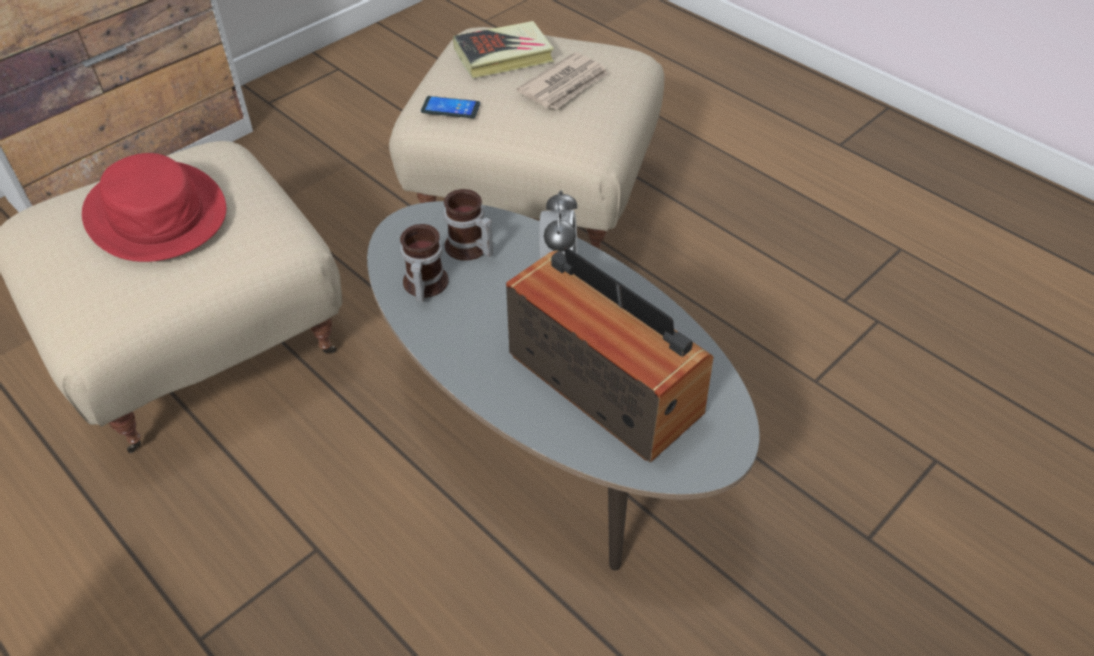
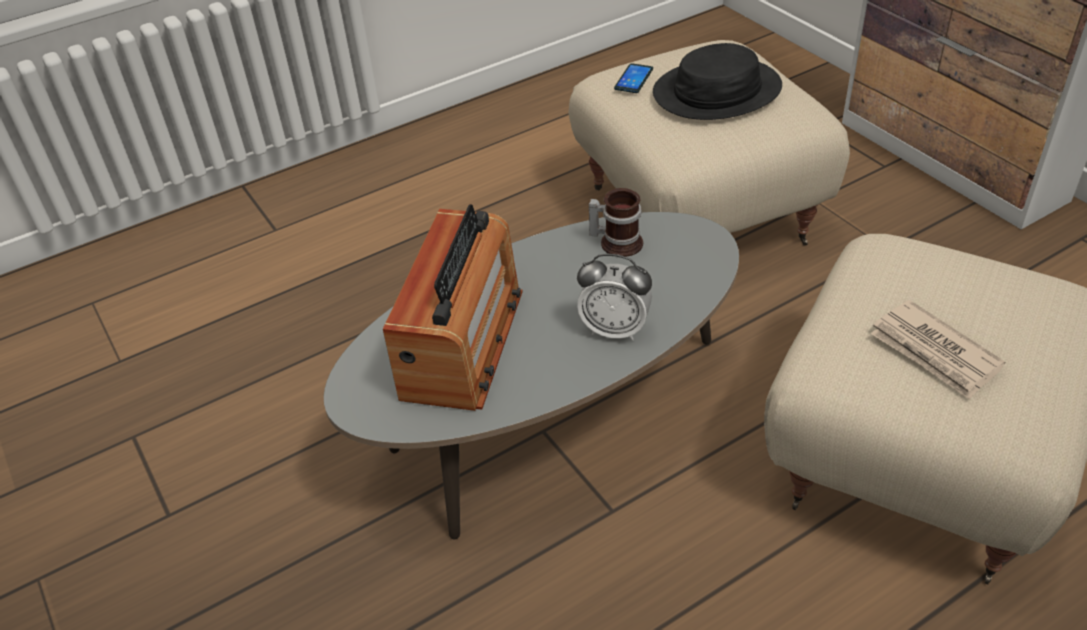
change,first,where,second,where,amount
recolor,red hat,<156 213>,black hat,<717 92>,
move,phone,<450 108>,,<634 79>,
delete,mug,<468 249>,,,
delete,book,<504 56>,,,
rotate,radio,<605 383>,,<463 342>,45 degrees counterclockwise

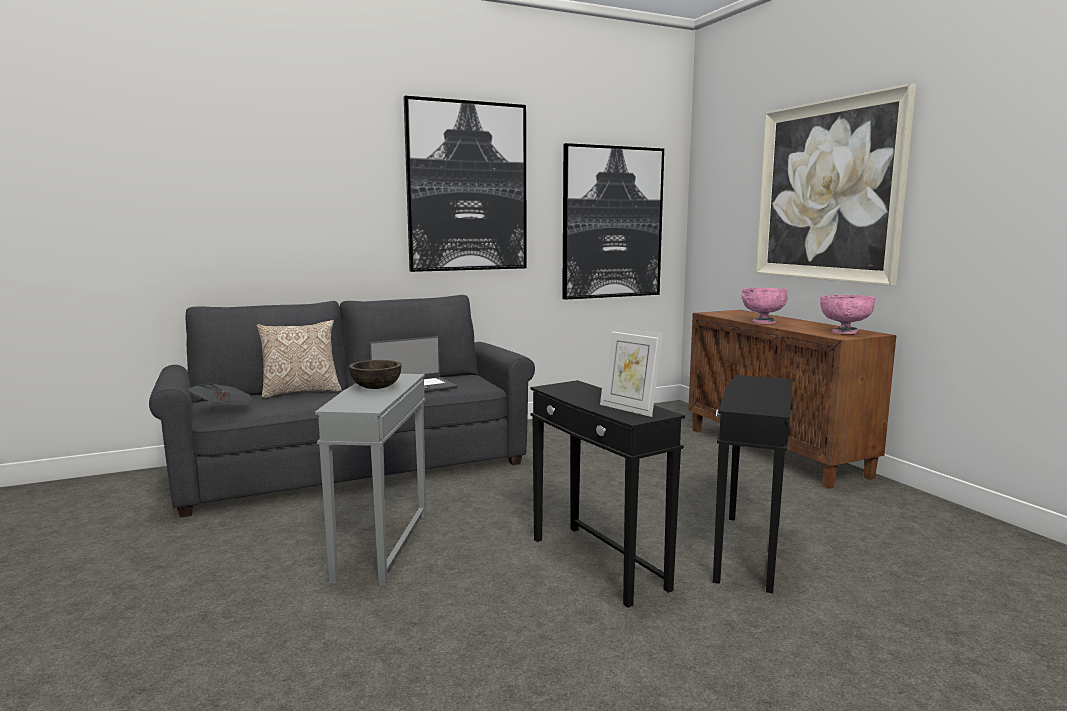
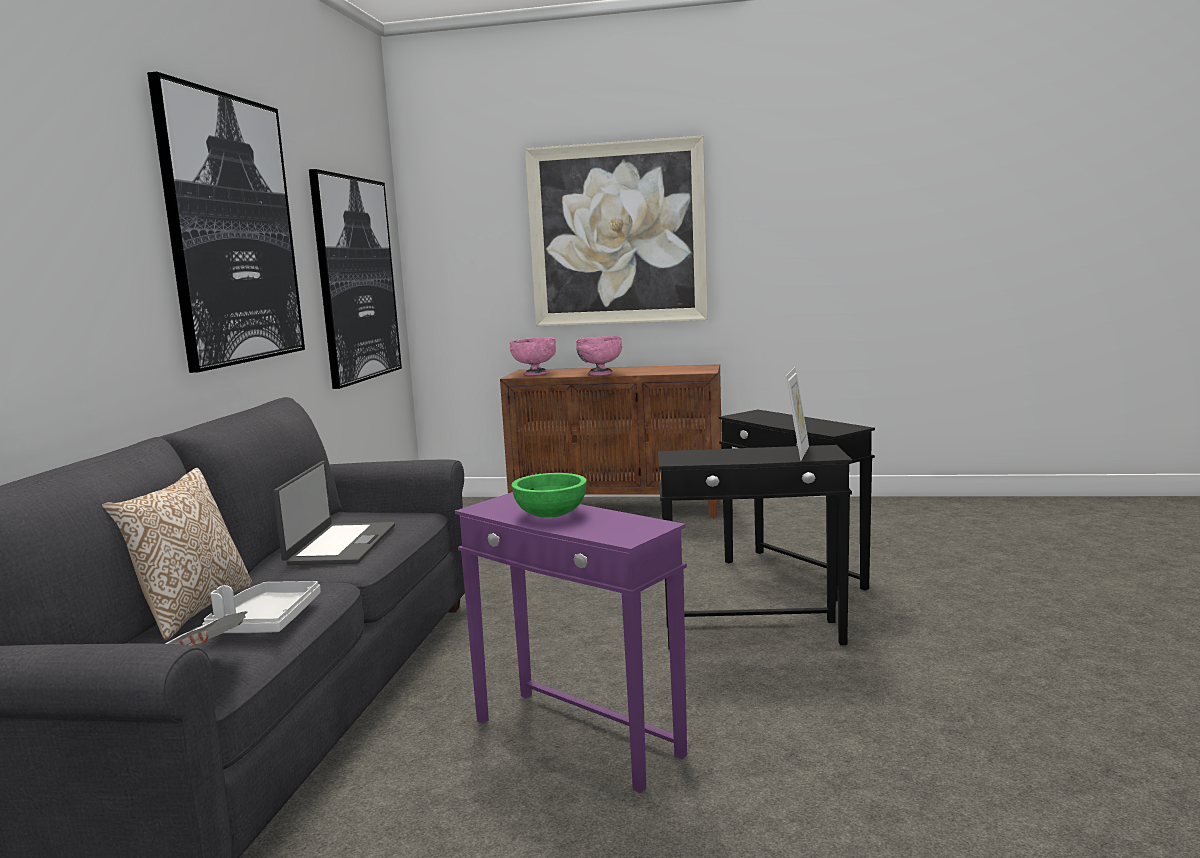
change,first,where,second,where,amount
recolor,grey side table,<381 546>,purple side table,<577 738>,
recolor,brown bowl,<376 387>,green bowl,<551 514>,
rotate,picture frame,<629 409>,,<798 453>,60 degrees counterclockwise
move,pink bowl,<844 332>,,<535 373>,
insert,,,grey tray,<265 622>,

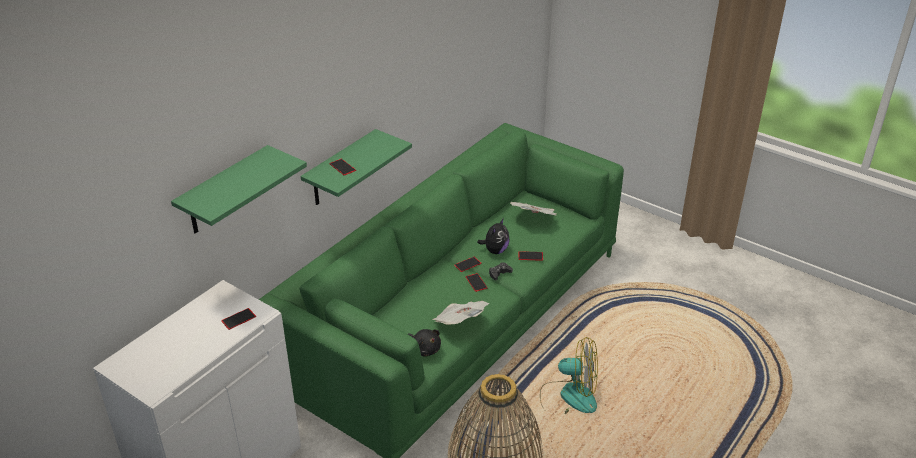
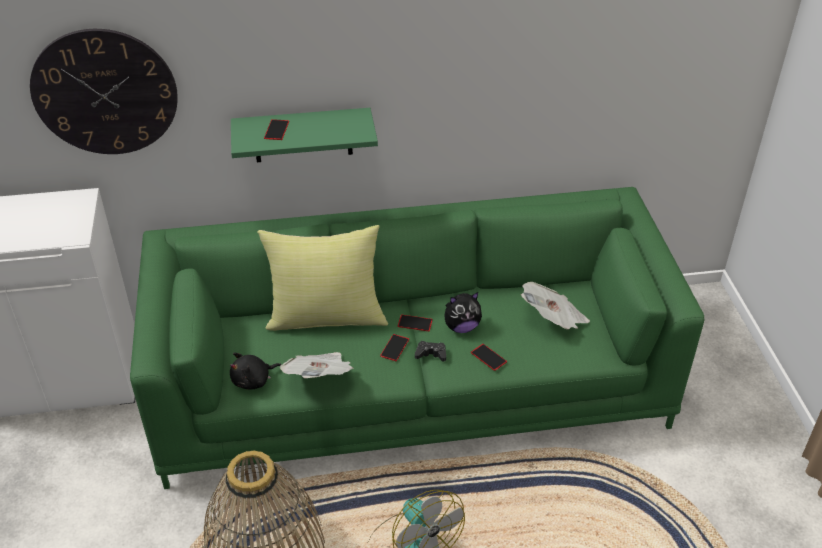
change,first,where,second,where,amount
replace,green shelf,<224 192>,wall clock,<105 93>,
delete,phone,<238 319>,,,
rotate,black plush toy,<424 349>,,<253 380>,60 degrees clockwise
insert,,,yellow pillow,<327 316>,

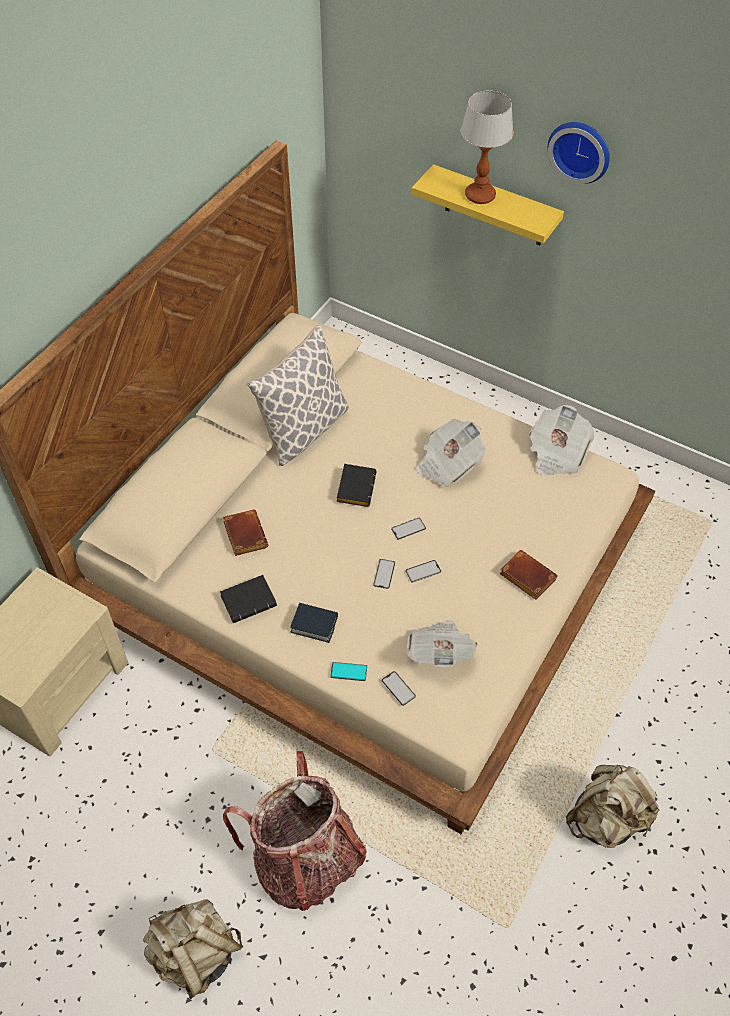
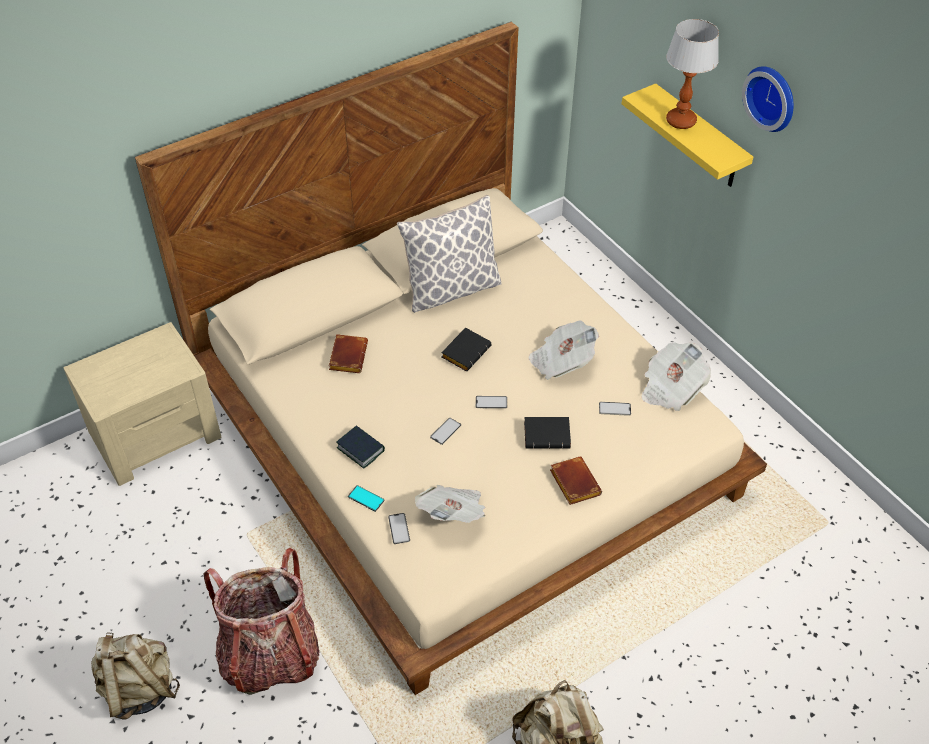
change,first,where,second,where,amount
move,black book,<249 600>,,<548 435>,
move,phone,<423 571>,,<614 409>,

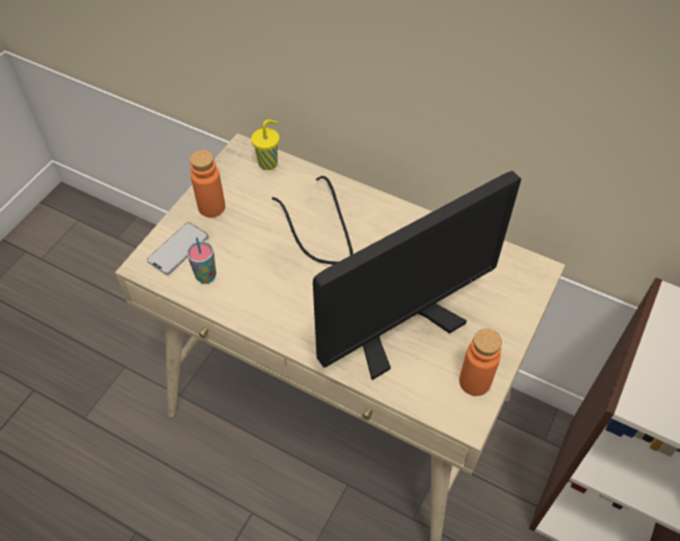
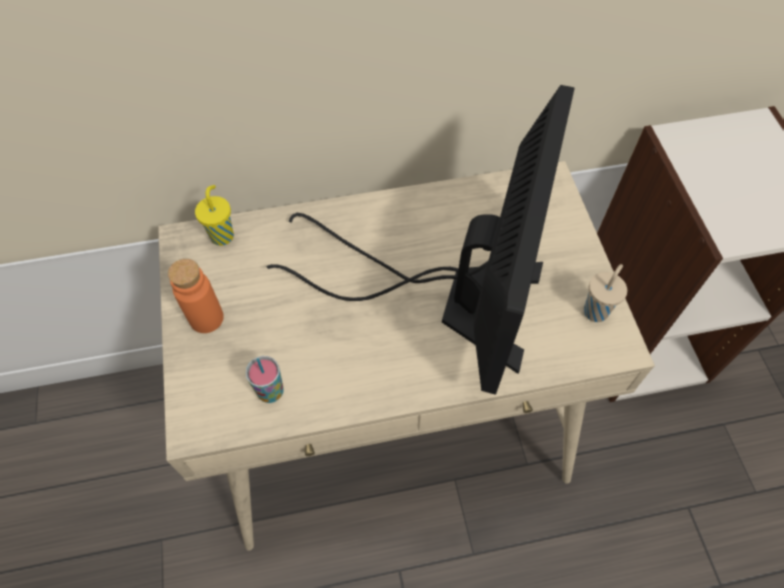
change,first,where,second,where,amount
delete,phone,<178 249>,,,
replace,orange bottle,<474 381>,beige cup,<596 310>,

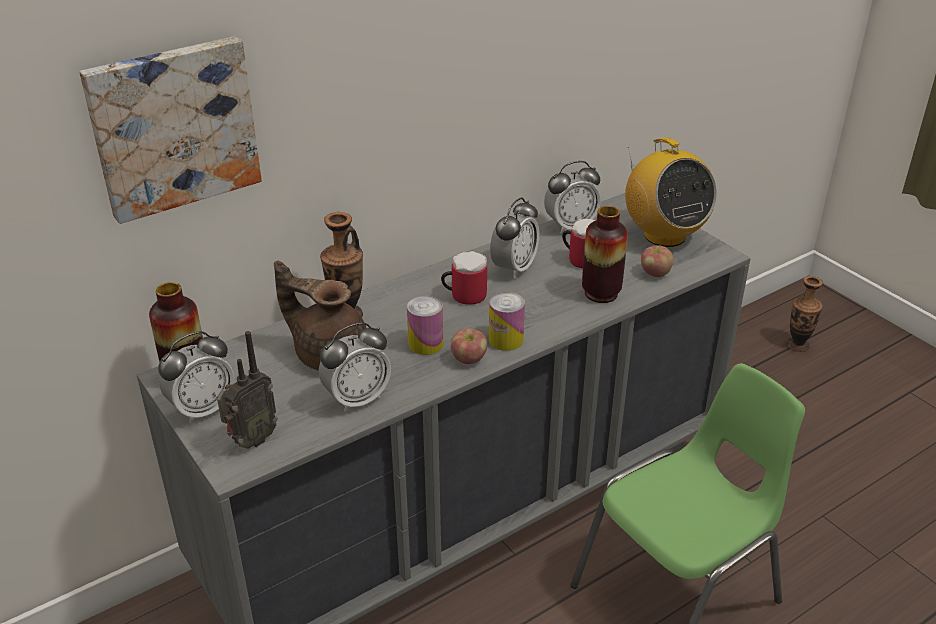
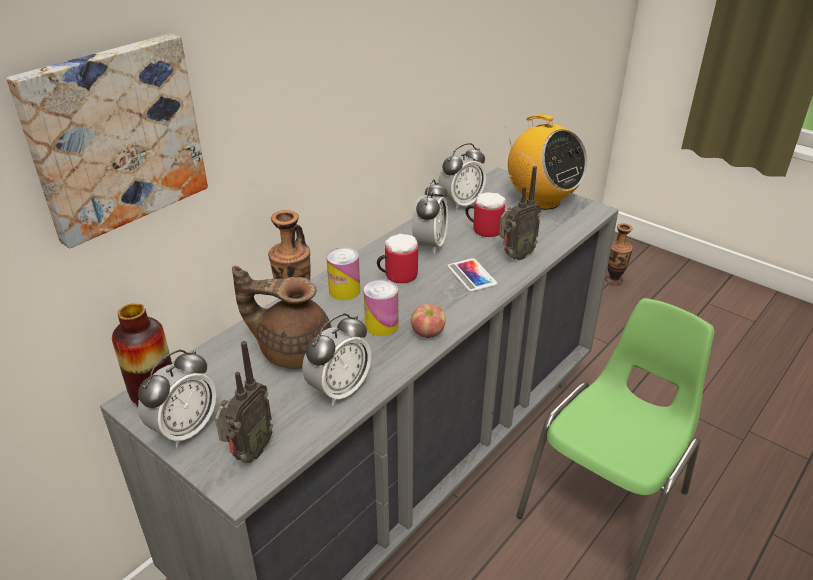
change,first,where,second,where,amount
move,can,<506 340>,,<344 291>,
replace,vase,<601 293>,radio,<514 256>,
delete,apple,<655 273>,,,
insert,,,phone,<471 275>,

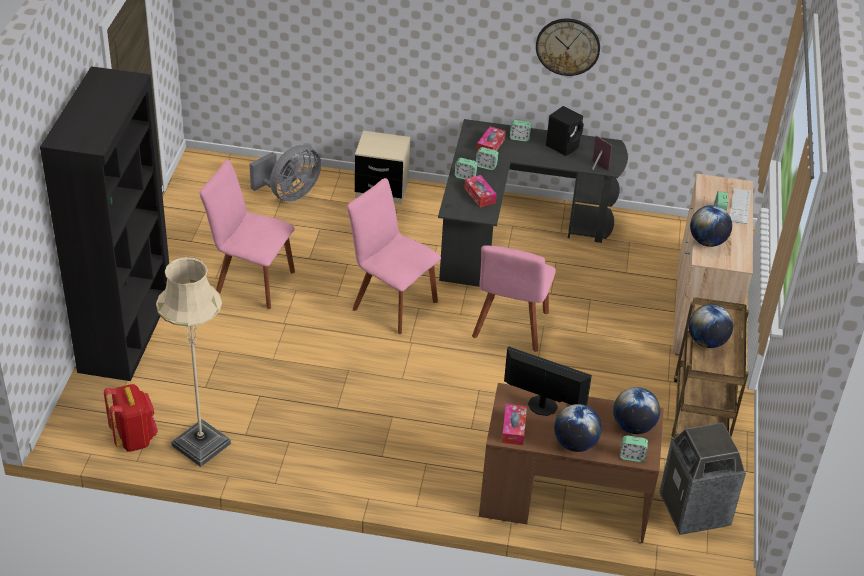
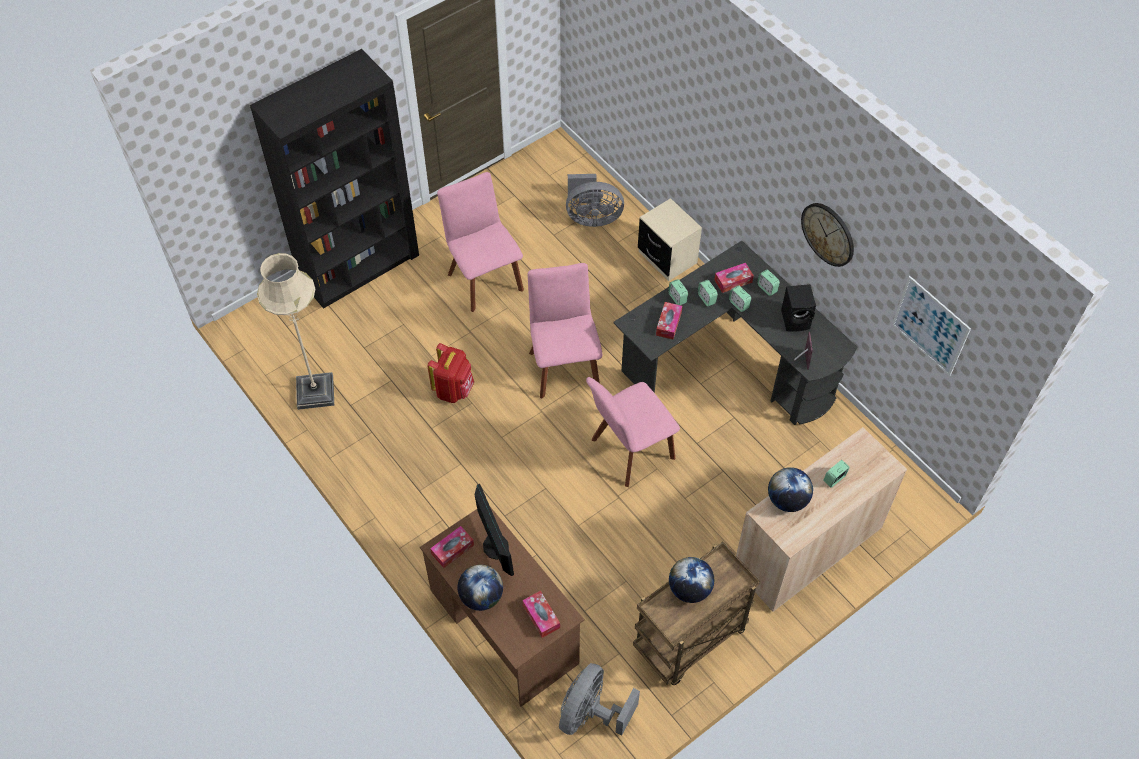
change,first,where,second,where,amount
move,red backpack,<134 438>,,<454 389>,
replace,globe,<633 426>,tissue box,<541 616>,
move,alarm clock,<632 456>,,<739 304>,
replace,trash can,<694 510>,grey fan,<591 713>,
delete,keyboard,<739 206>,,,
insert,,,picture,<930 326>,

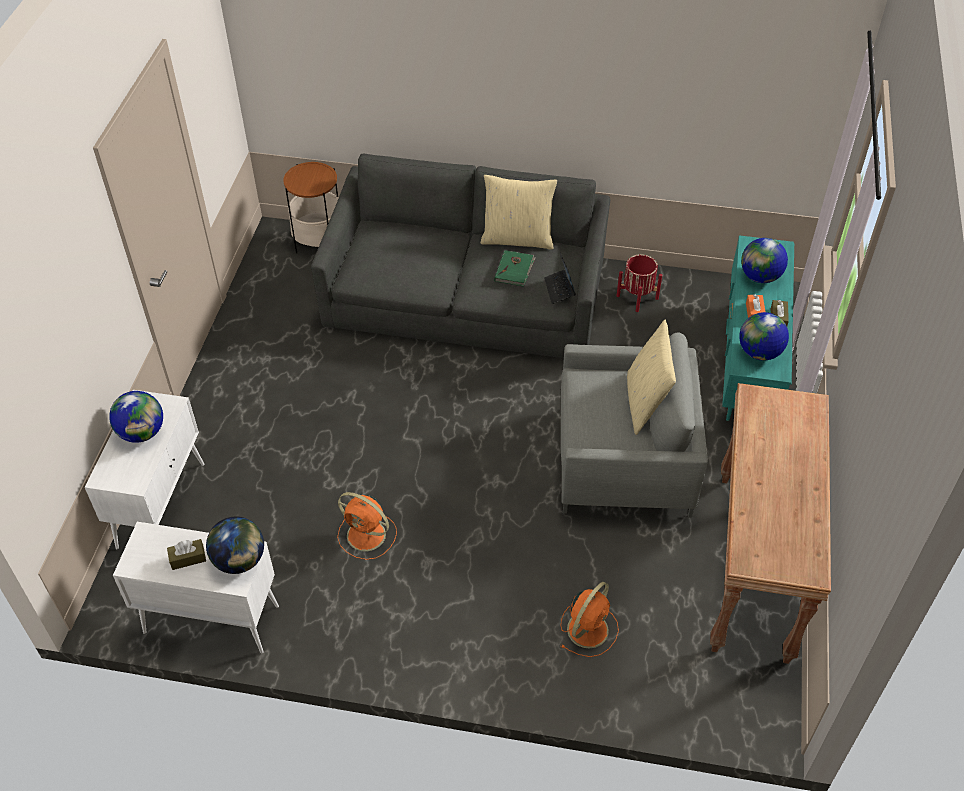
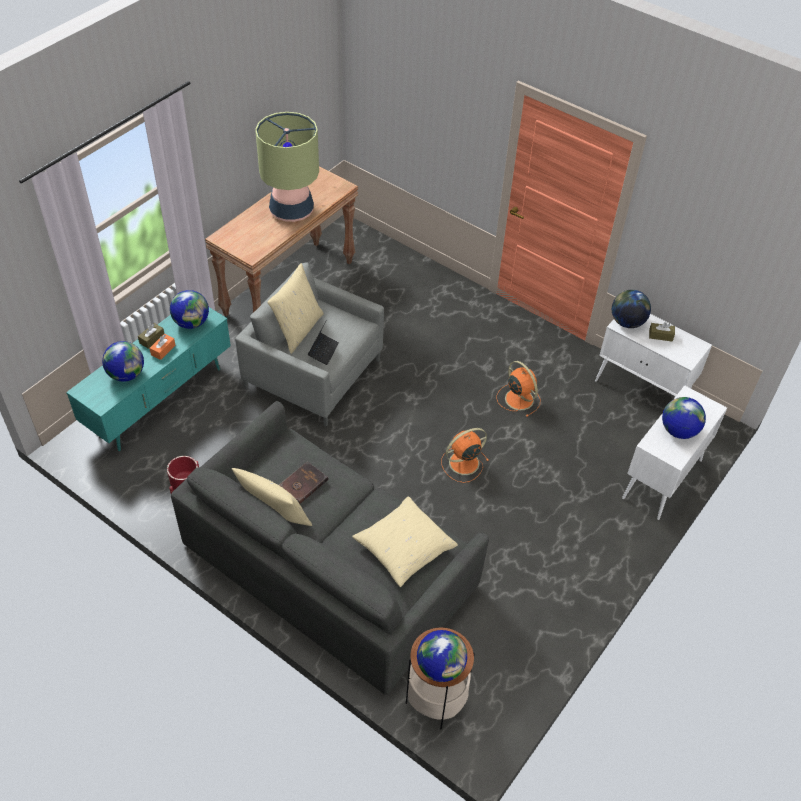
change,first,where,second,where,amount
recolor,green book,<514 270>,brown book,<302 484>,
move,laptop,<559 289>,,<323 351>,
move,orange fan,<588 628>,,<462 463>,
insert,,,table lamp,<291 211>,
insert,,,beige pillow,<404 547>,
insert,,,globe,<440 666>,

